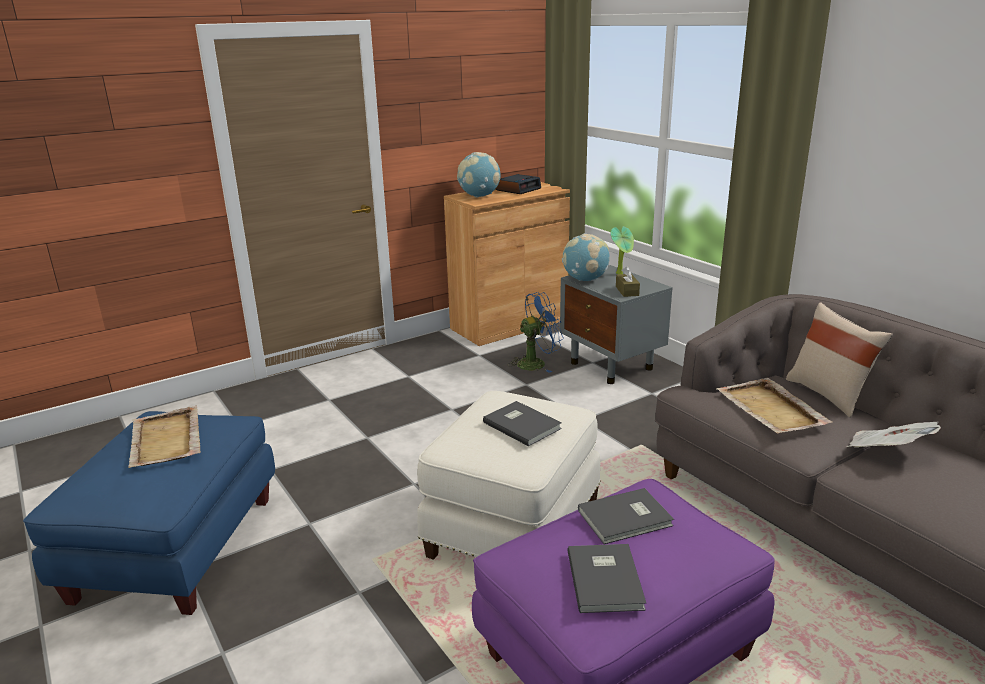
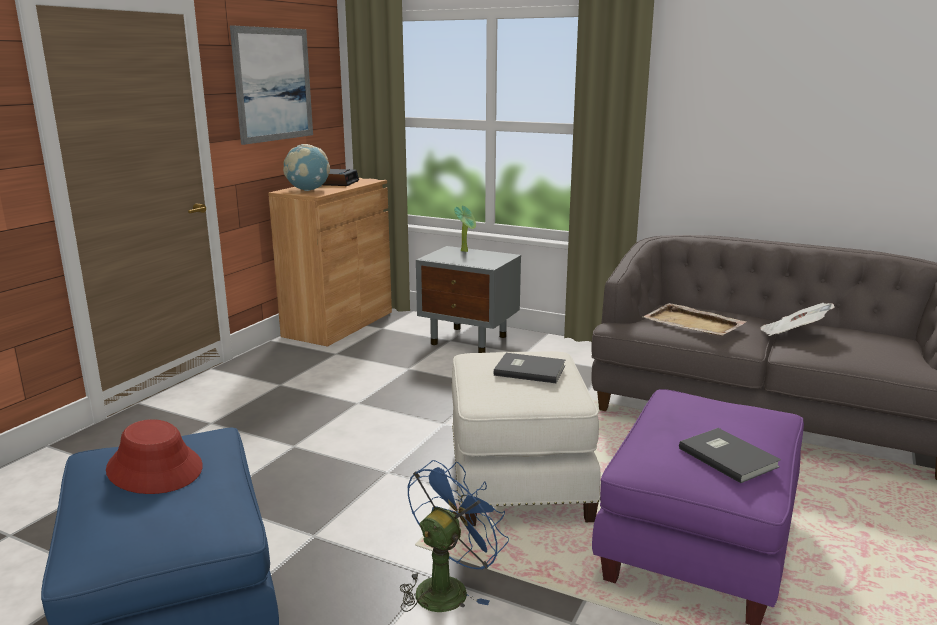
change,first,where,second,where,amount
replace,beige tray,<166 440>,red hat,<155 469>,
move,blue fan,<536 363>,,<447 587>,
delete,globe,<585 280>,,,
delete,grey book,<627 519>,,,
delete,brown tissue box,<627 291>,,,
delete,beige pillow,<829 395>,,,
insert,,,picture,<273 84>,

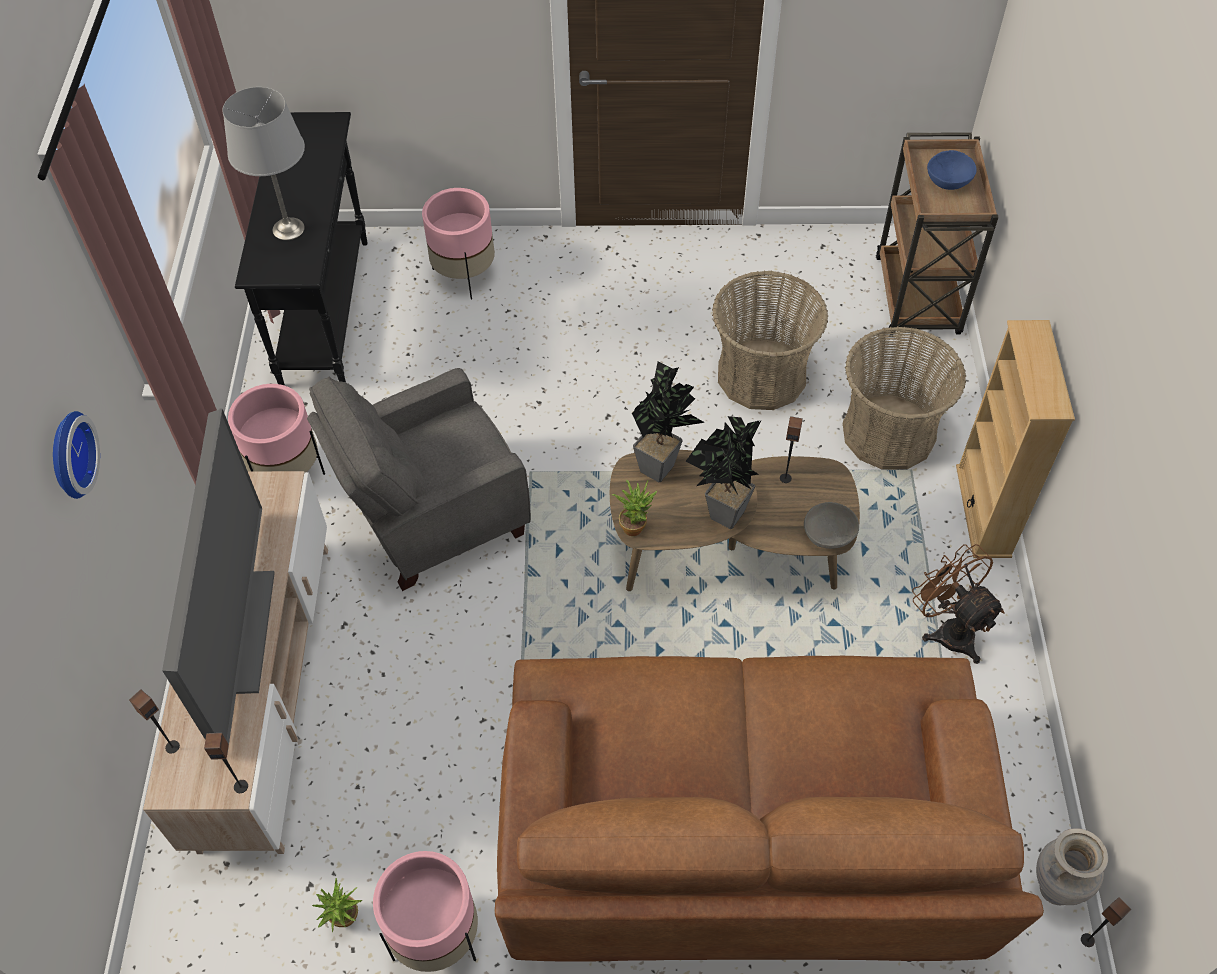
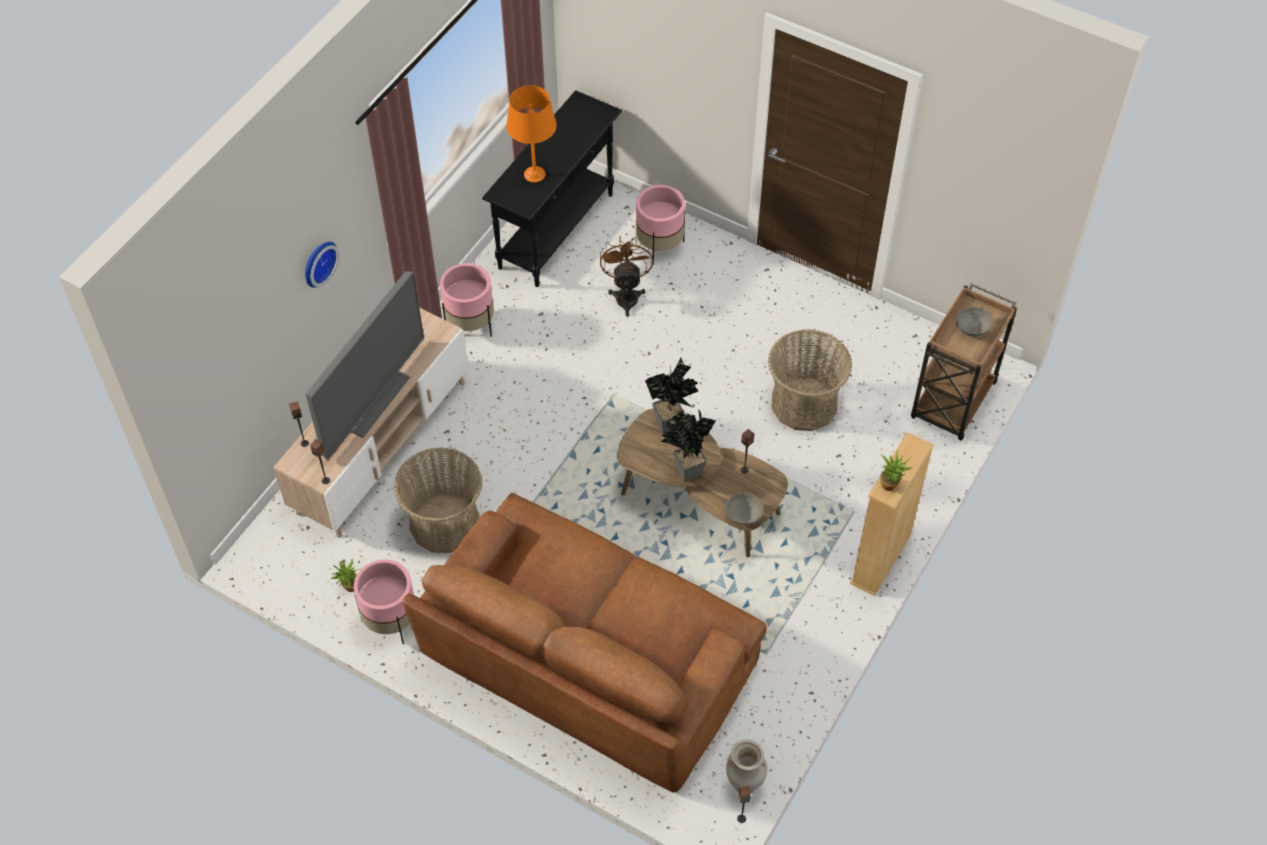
change,first,where,second,where,amount
recolor,grey table lamp,<288 229>,orange table lamp,<534 174>,
delete,grey armchair,<433 517>,,,
move,potted plant,<635 525>,,<891 484>,
move,basket,<889 433>,,<444 523>,
move,brown fan,<948 629>,,<626 295>,
recolor,blue bowl,<947 182>,grey bowl,<971 329>,

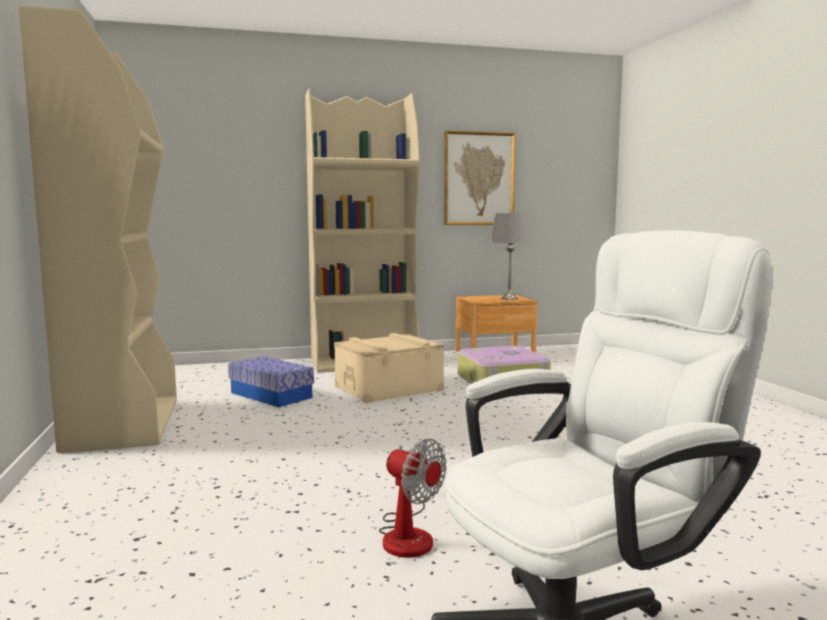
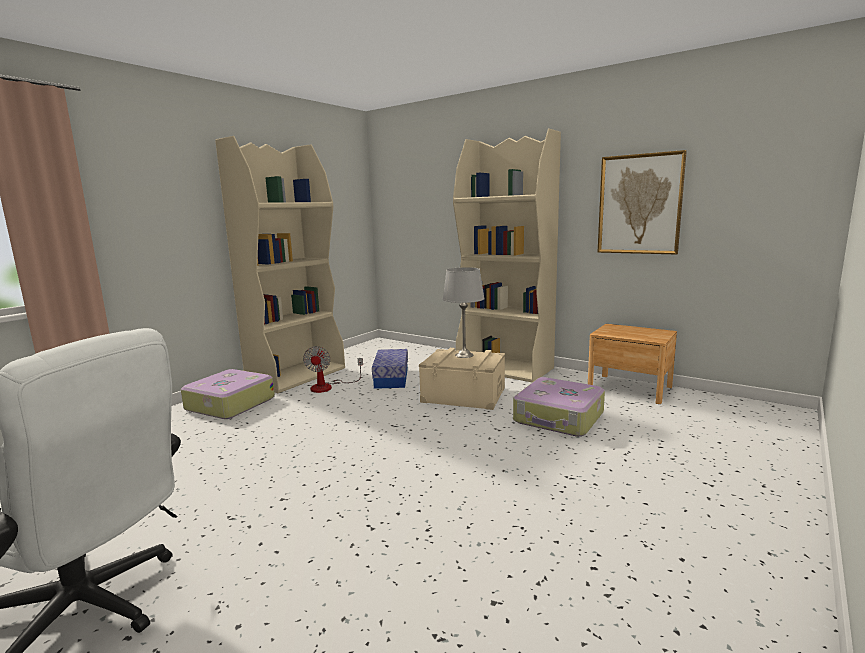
change,first,where,second,where,amount
move,fan,<408 534>,,<328 386>,
move,grey table lamp,<509 298>,,<464 355>,
insert,,,suitcase,<229 404>,

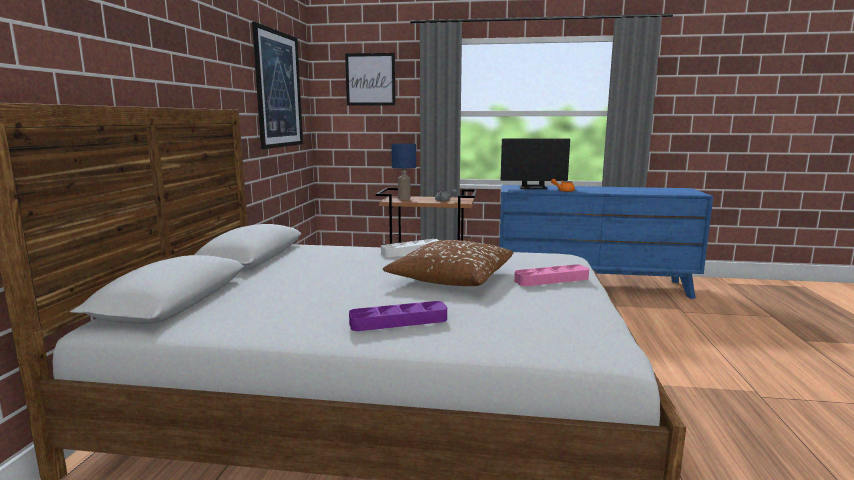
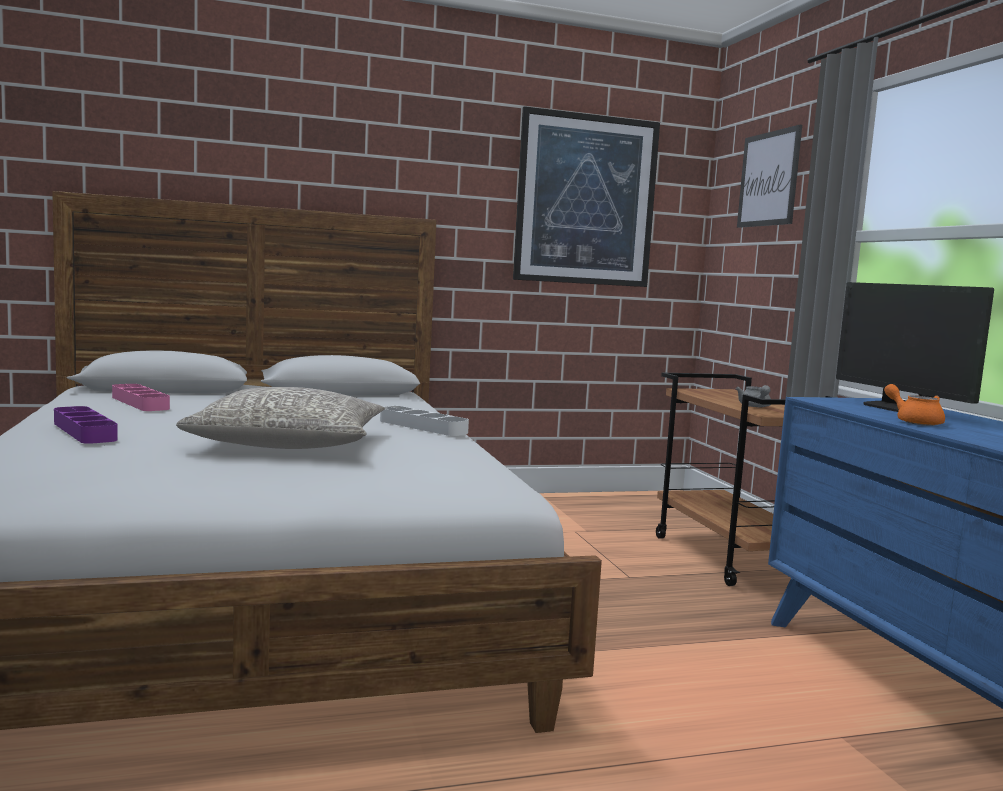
change,first,where,second,where,amount
recolor,brown pillow,<452 278>,grey pillow,<290 444>,
delete,blue table lamp,<404 198>,,,
move,pink tray,<551 279>,,<140 403>,

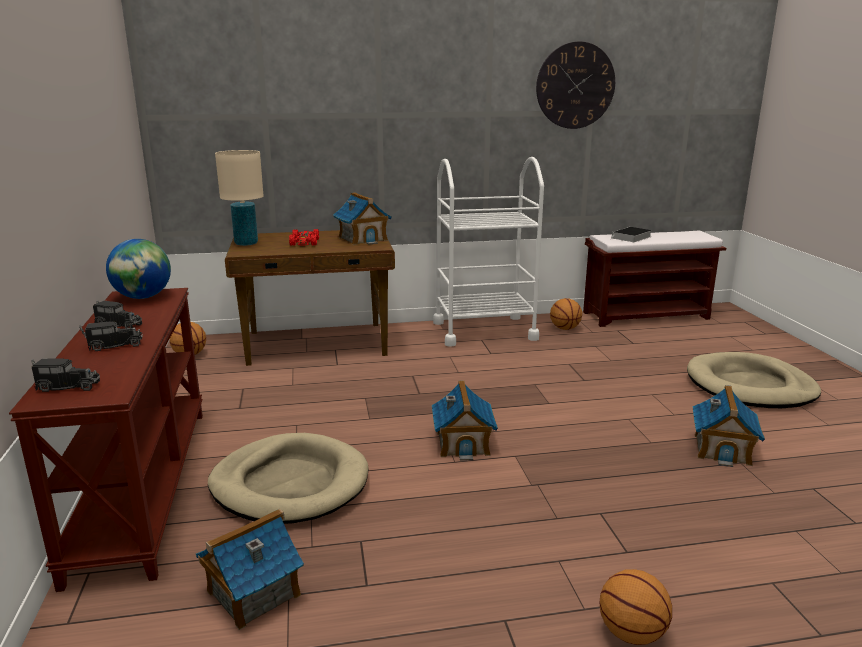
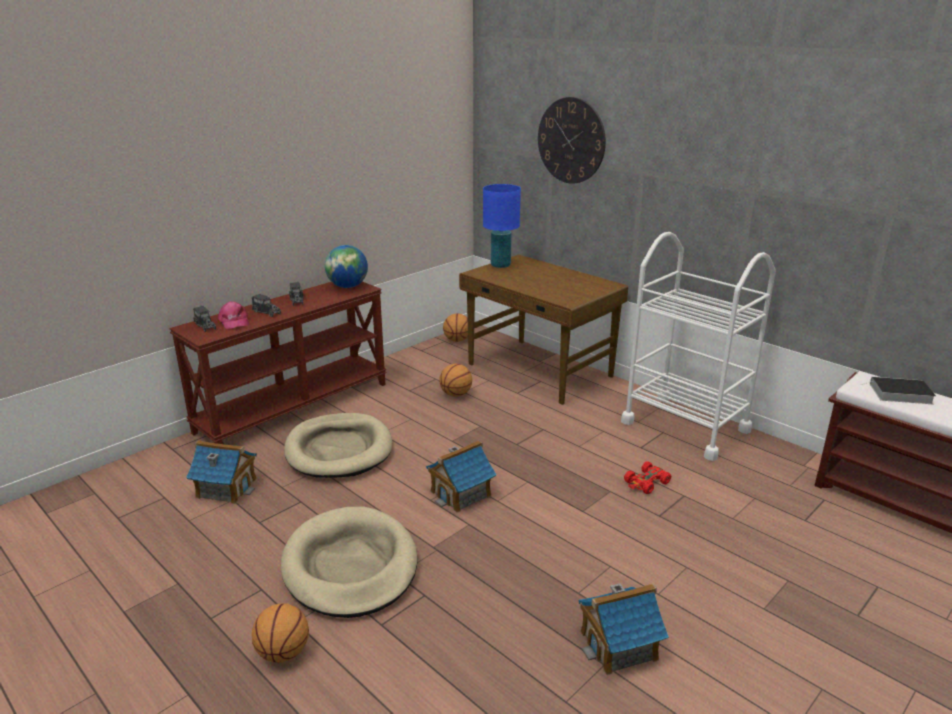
change,first,where,second,where,amount
recolor,beige table lamp,<246 243>,blue table lamp,<500 265>,
move,red toy car,<305 242>,,<646 483>,
delete,toy house,<363 239>,,,
move,wall clock,<575 85>,,<571 140>,
move,basketball,<565 329>,,<456 395>,
move,beige dog bed,<750 386>,,<350 566>,
insert,,,pink cap,<234 321>,

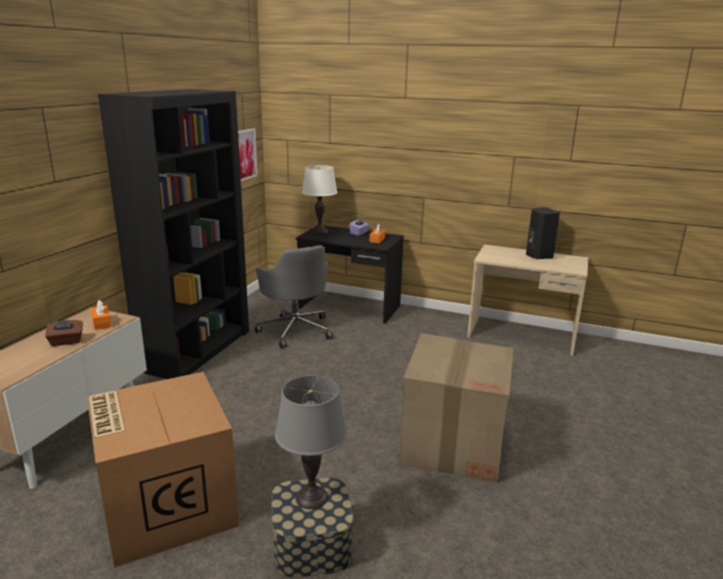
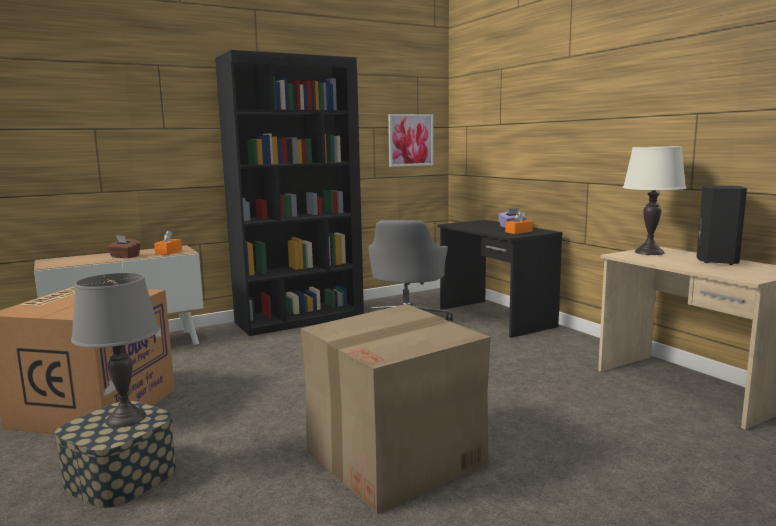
change,first,where,second,where,amount
move,white table lamp,<320 231>,,<649 252>,

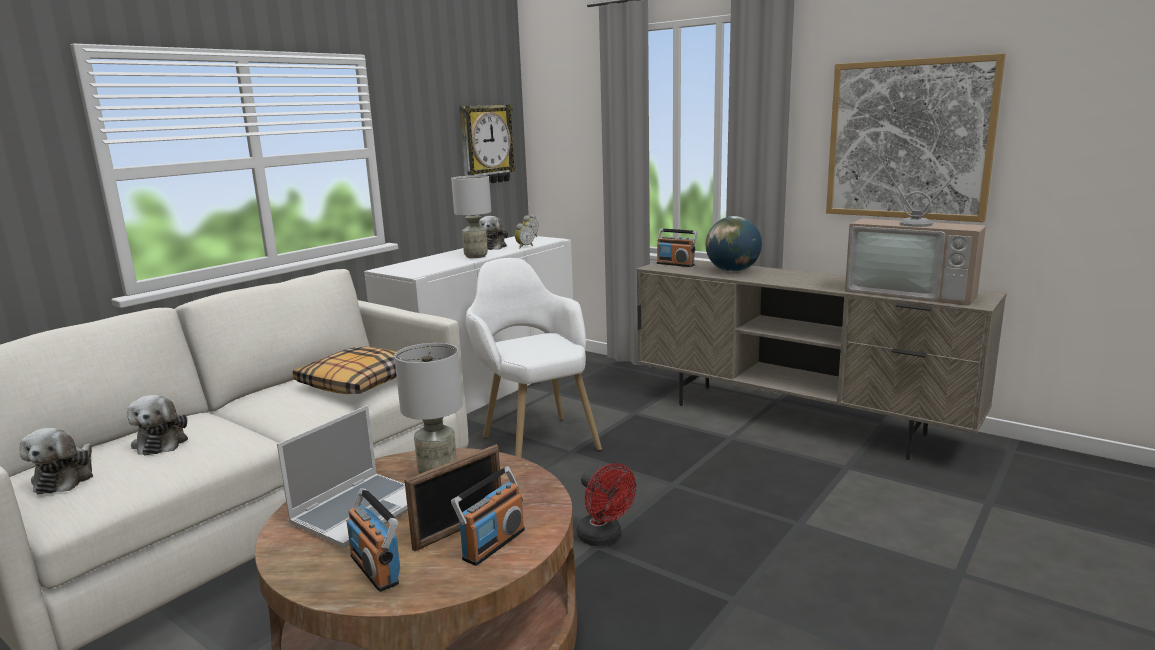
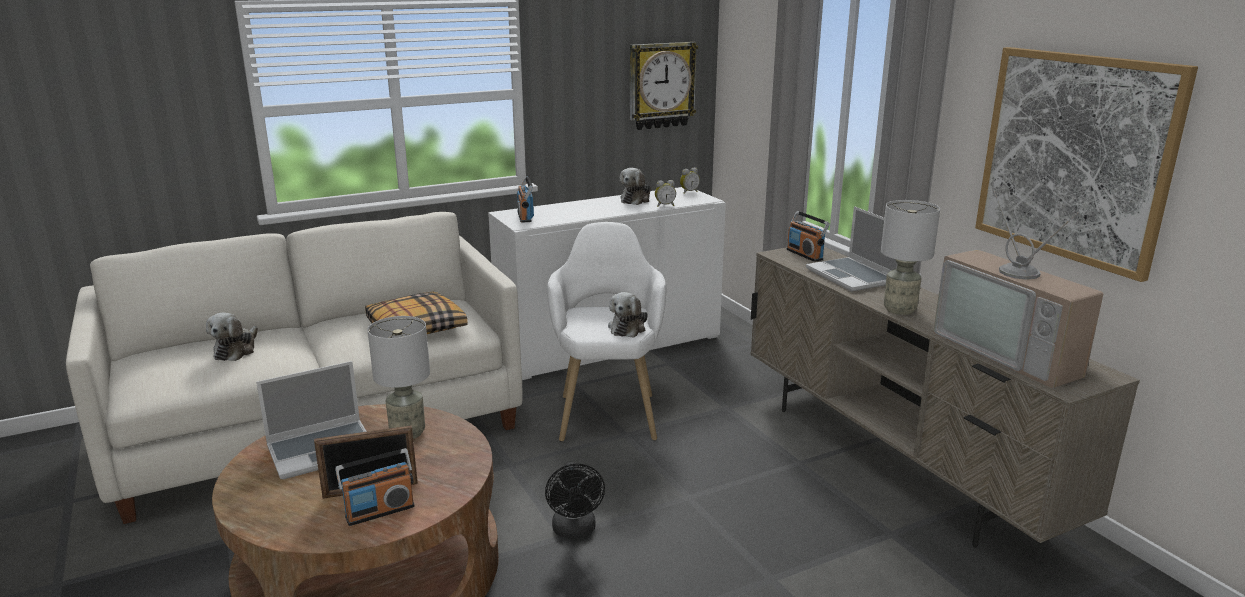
change,first,where,second,where,amount
move,plush toy,<66 478>,,<628 328>,
move,radio,<375 569>,,<525 216>,
move,grey table lamp,<476 256>,,<900 310>,
recolor,red fan,<604 538>,black fan,<575 531>,
replace,globe,<733 271>,laptop,<852 276>,

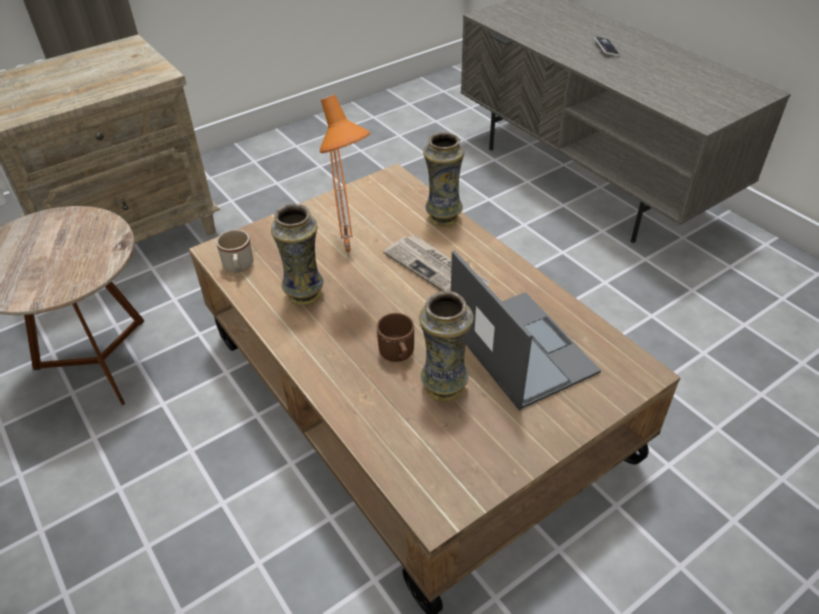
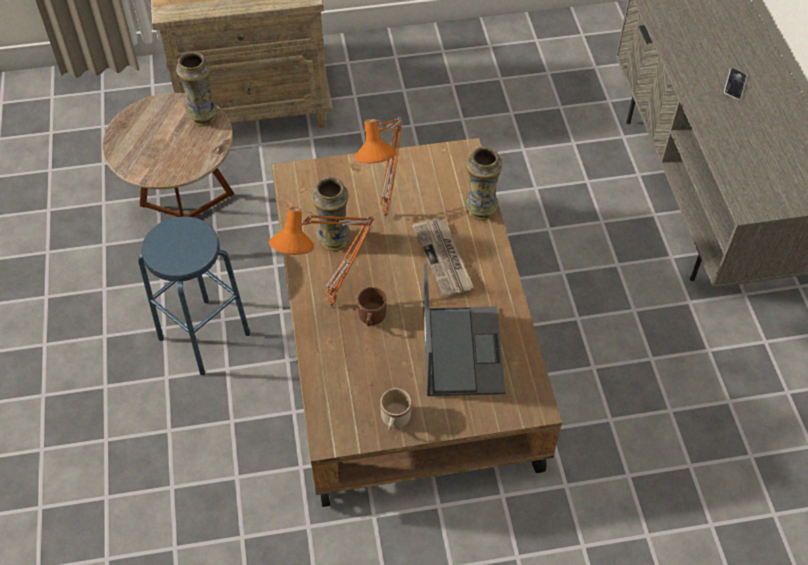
change,first,where,second,where,amount
move,beige mug,<238 267>,,<394 421>,
move,vase,<444 386>,,<203 117>,
insert,,,blue stool,<204 336>,
insert,,,orange table lamp,<334 308>,

